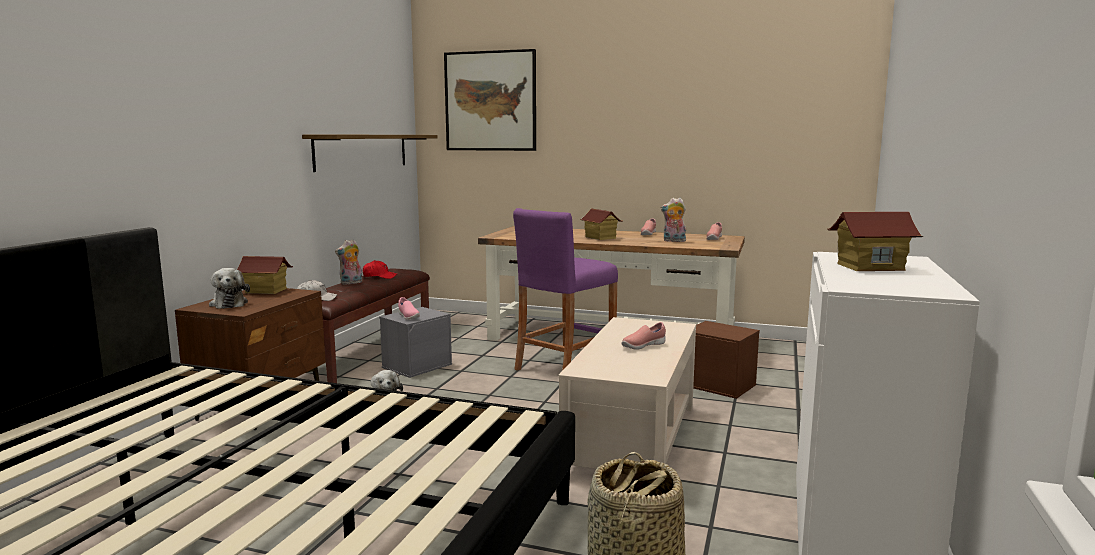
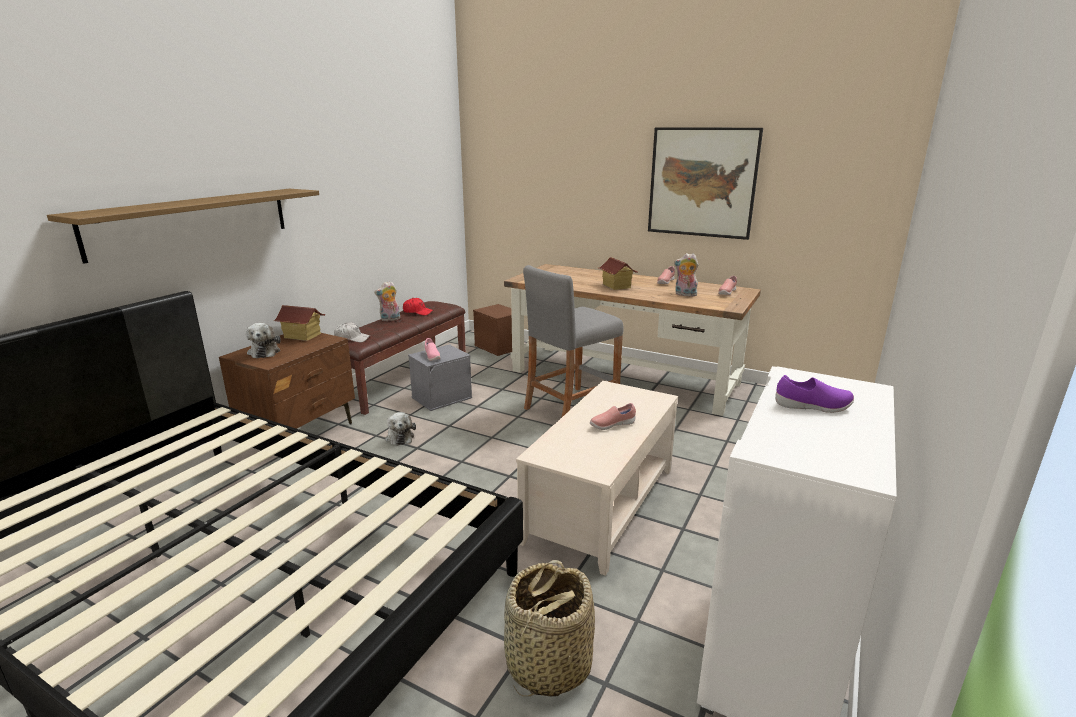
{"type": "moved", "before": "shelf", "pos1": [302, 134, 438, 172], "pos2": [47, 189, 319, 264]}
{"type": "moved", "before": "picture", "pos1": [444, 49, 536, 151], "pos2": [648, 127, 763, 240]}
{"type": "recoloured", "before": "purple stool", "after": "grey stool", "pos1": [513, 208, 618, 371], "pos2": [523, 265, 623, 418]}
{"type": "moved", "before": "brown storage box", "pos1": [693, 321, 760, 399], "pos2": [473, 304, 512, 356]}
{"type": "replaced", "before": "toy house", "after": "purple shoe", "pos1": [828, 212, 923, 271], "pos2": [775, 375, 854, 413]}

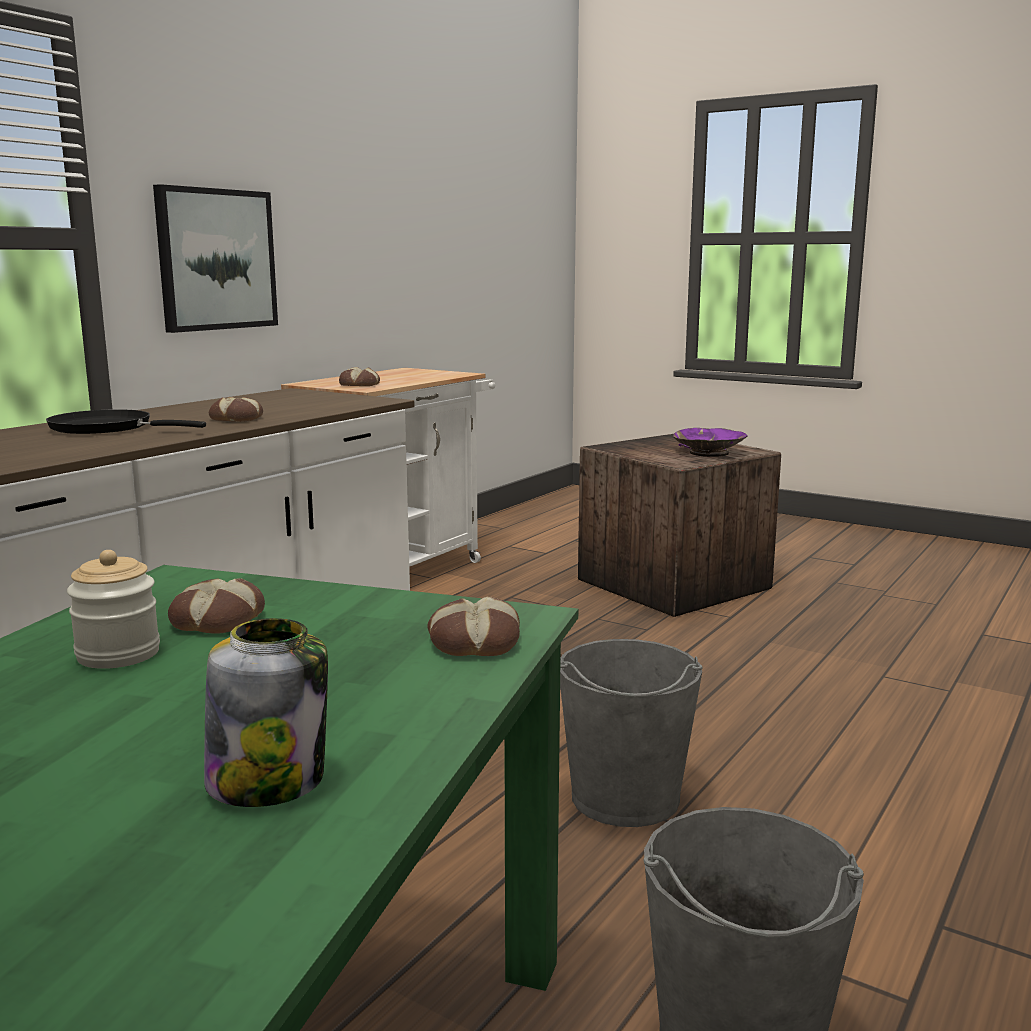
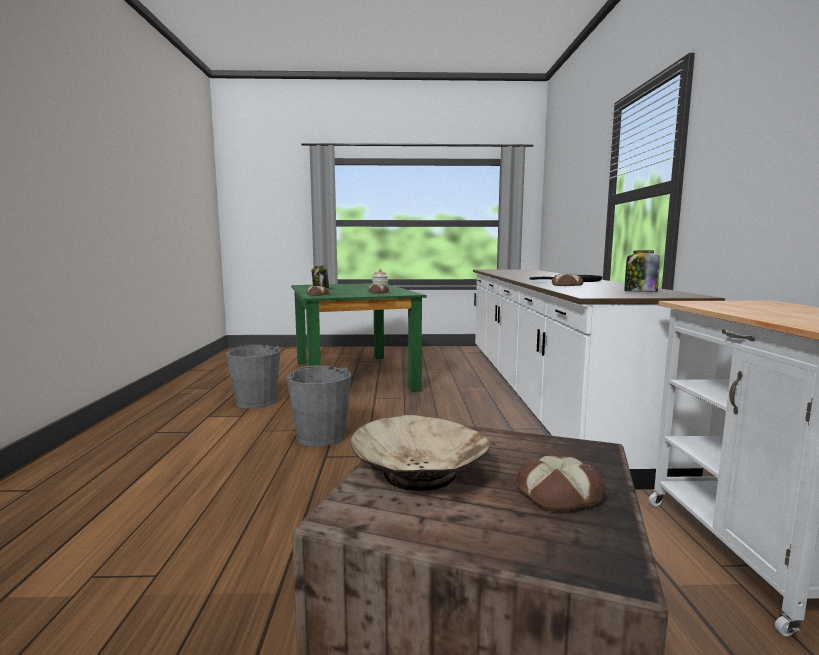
{"type": "removed", "before": "picture", "pos1": [153, 184, 278, 333]}
{"type": "moved", "before": "bread", "pos1": [339, 367, 380, 386], "pos2": [516, 455, 605, 511]}
{"type": "recoloured", "before": "purple bowl", "after": "beige bowl", "pos1": [673, 428, 748, 457], "pos2": [351, 415, 490, 491]}
{"type": "added", "after": "jar", "pos2": [624, 250, 660, 292]}

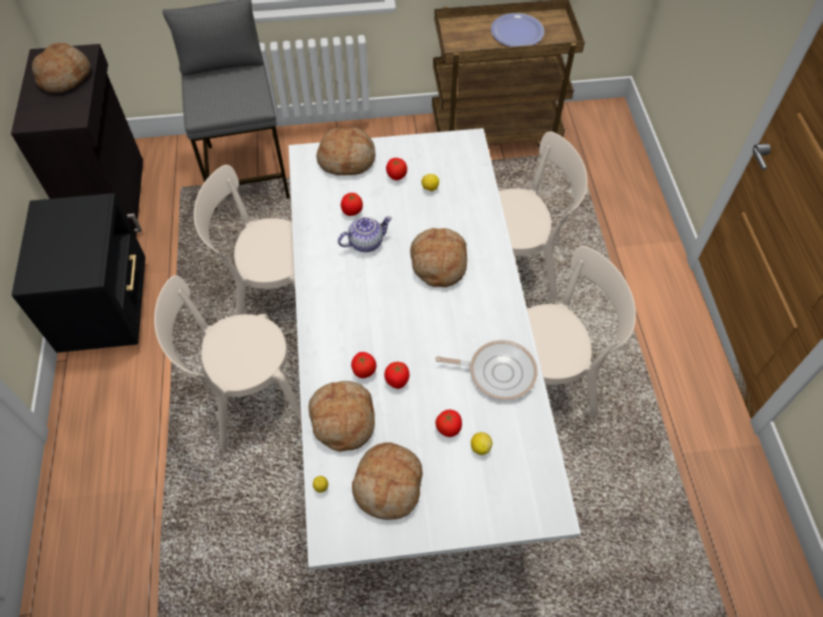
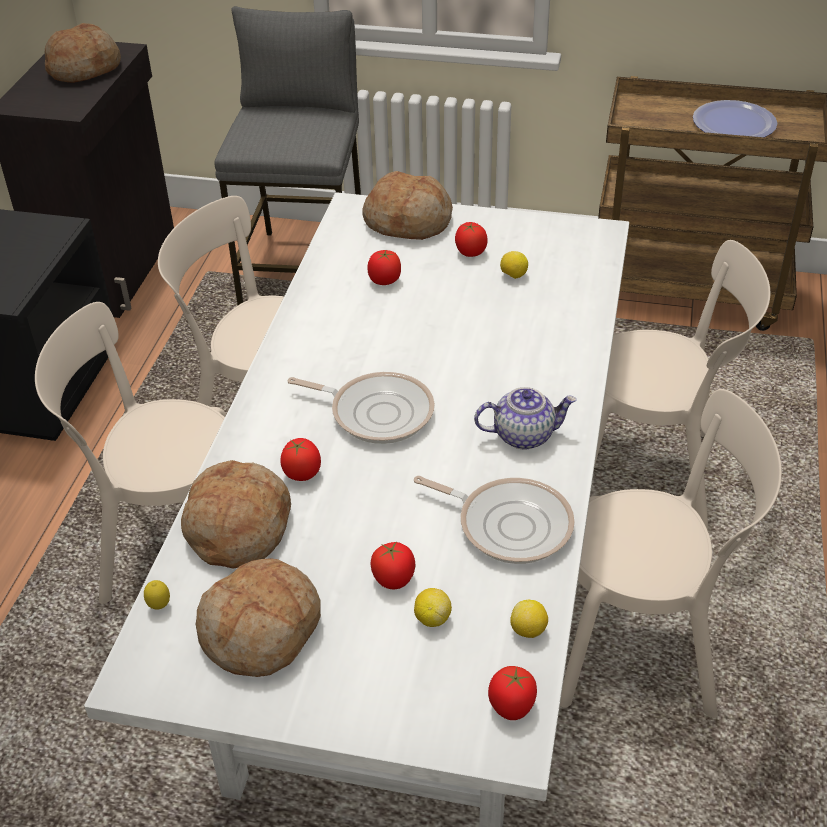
{"type": "moved", "before": "teapot", "pos1": [338, 216, 392, 252], "pos2": [474, 387, 577, 450]}
{"type": "moved", "before": "tomato", "pos1": [384, 362, 410, 389], "pos2": [488, 666, 537, 720]}
{"type": "removed", "before": "bread", "pos1": [410, 228, 467, 287]}
{"type": "added", "after": "frying pan", "pos2": [287, 372, 435, 444]}
{"type": "added", "after": "lemon", "pos2": [510, 600, 548, 638]}

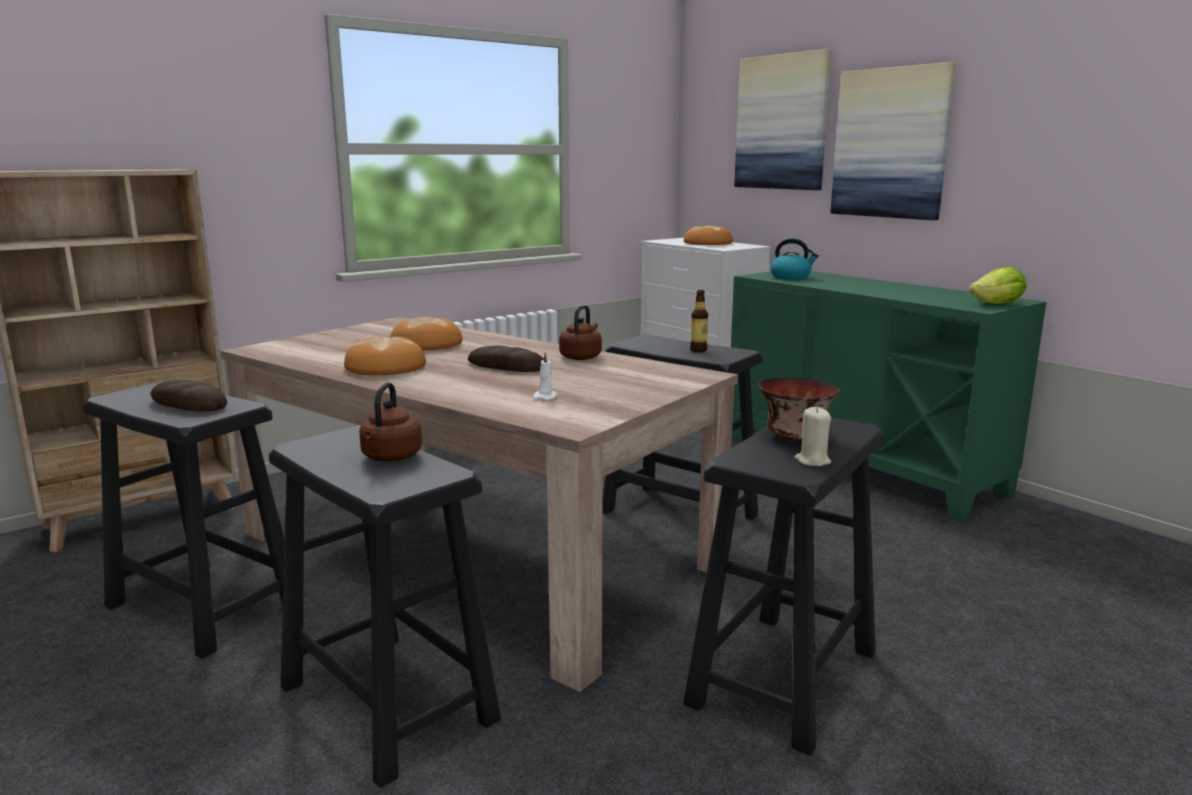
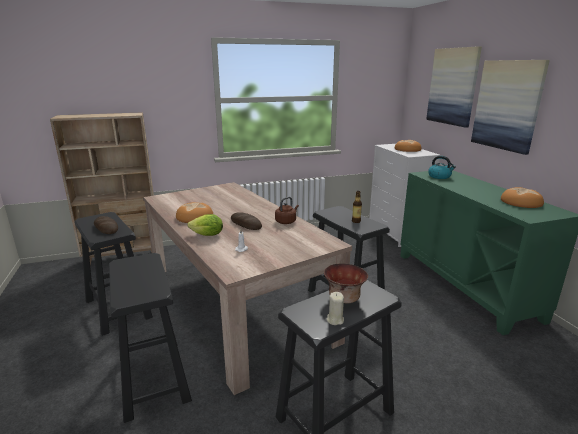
{"type": "removed", "before": "brown kettle", "pos1": [359, 383, 422, 461]}
{"type": "moved", "before": "bread", "pos1": [390, 317, 463, 350], "pos2": [501, 187, 544, 208]}
{"type": "moved", "before": "lettuce", "pos1": [969, 267, 1026, 304], "pos2": [187, 214, 223, 236]}

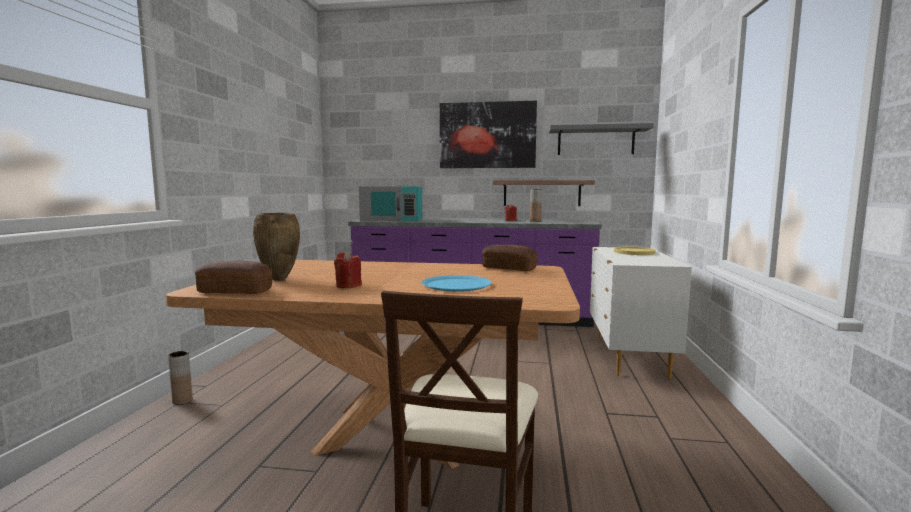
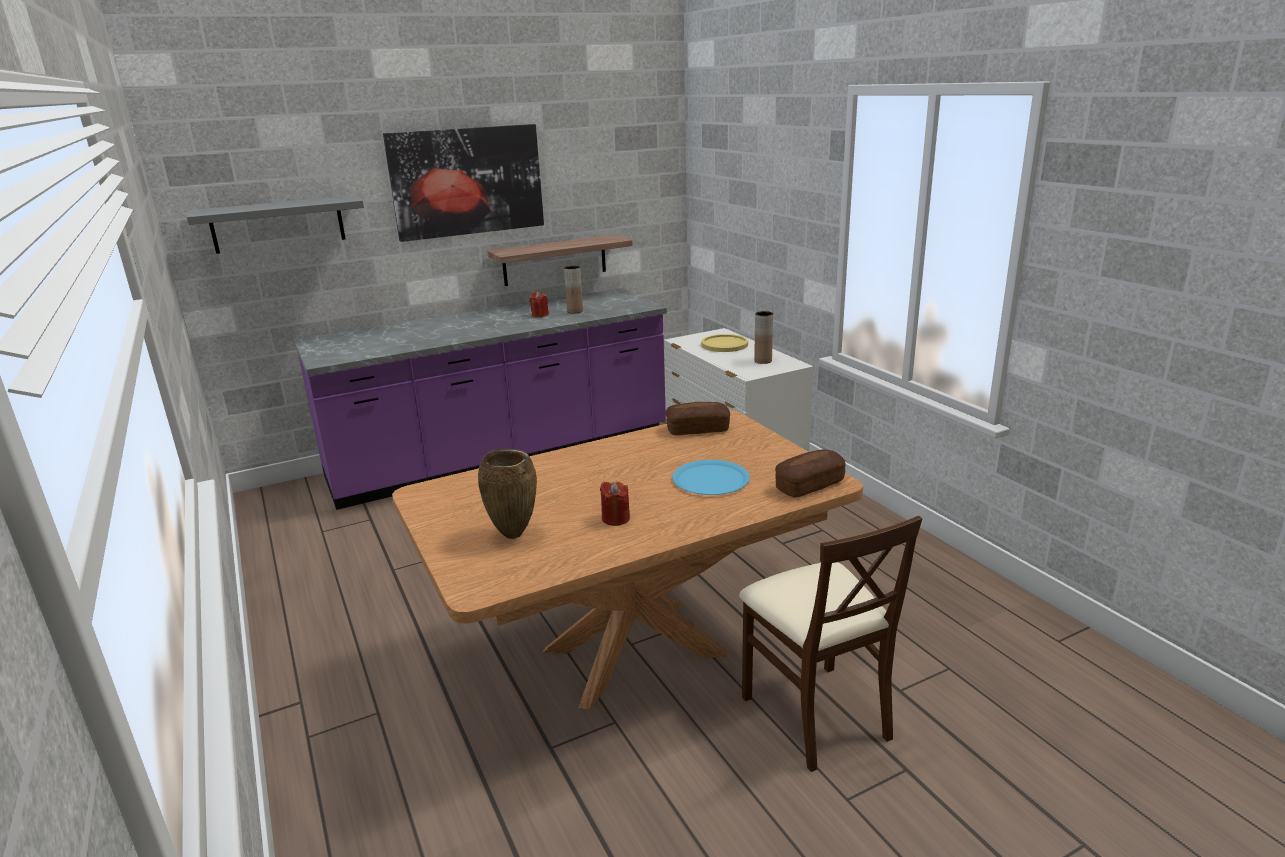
{"type": "moved", "before": "brown vase", "pos1": [168, 351, 193, 405], "pos2": [754, 311, 773, 364]}
{"type": "moved", "before": "bread", "pos1": [195, 260, 273, 294], "pos2": [775, 449, 846, 498]}
{"type": "removed", "before": "turquoise microwave", "pos1": [359, 187, 422, 221]}
{"type": "moved", "before": "grey shelf", "pos1": [549, 123, 654, 155], "pos2": [187, 195, 364, 254]}

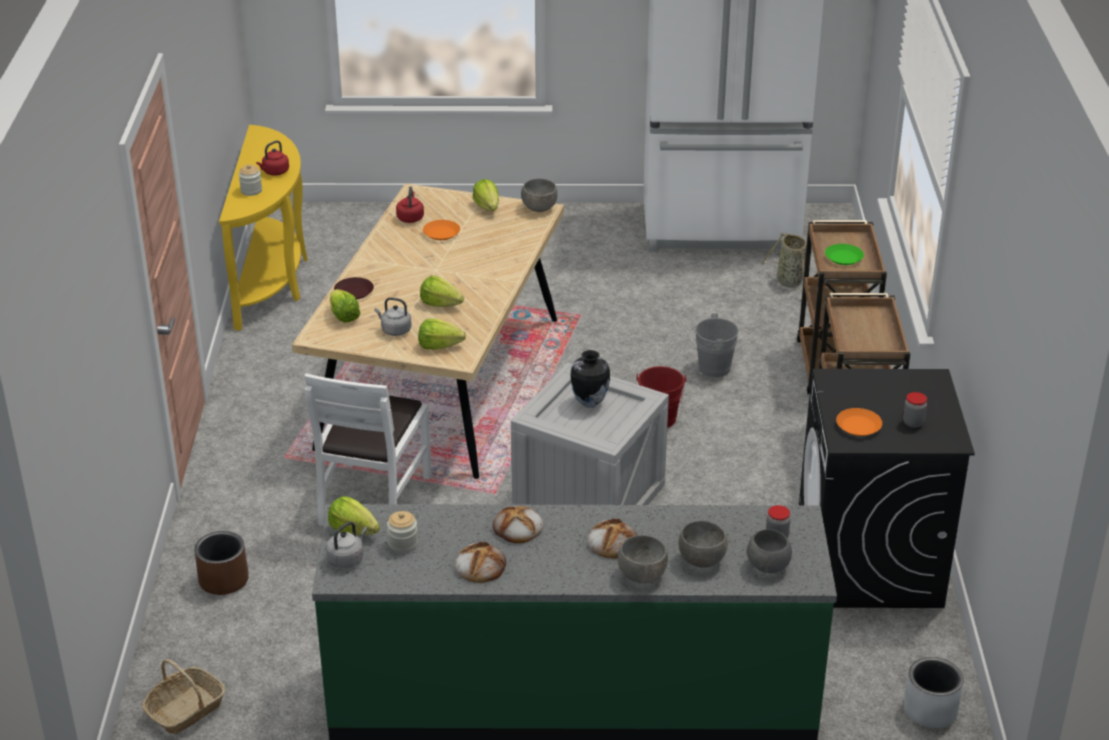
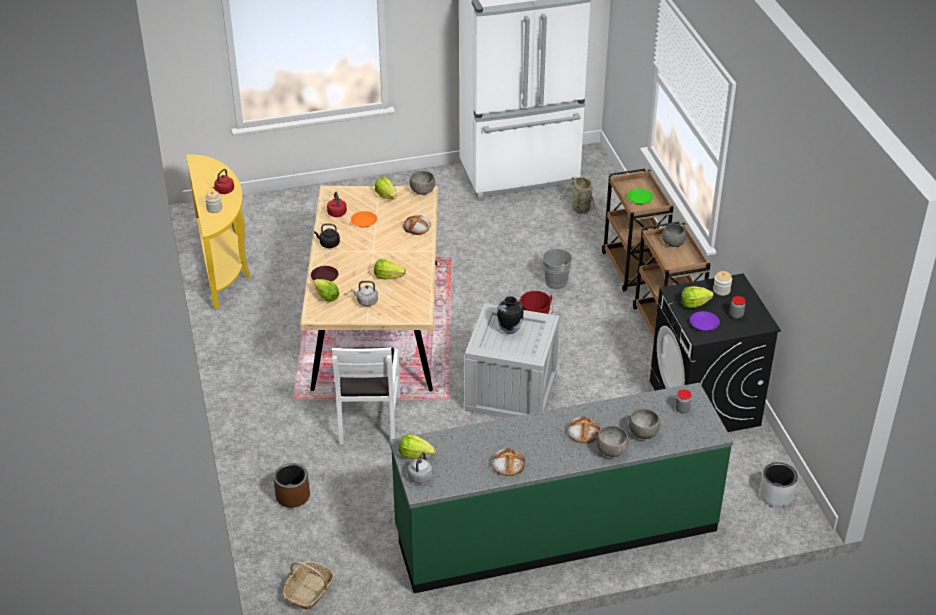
{"type": "moved", "before": "jar", "pos1": [387, 511, 418, 553], "pos2": [713, 271, 732, 296]}
{"type": "moved", "before": "lettuce", "pos1": [418, 319, 466, 350], "pos2": [681, 286, 714, 308]}
{"type": "moved", "before": "bread", "pos1": [492, 506, 543, 543], "pos2": [403, 215, 431, 235]}
{"type": "moved", "before": "grey bowl", "pos1": [746, 529, 792, 573], "pos2": [662, 224, 687, 247]}
{"type": "recoloured", "before": "orange plate", "after": "purple plate", "pos1": [836, 408, 882, 436], "pos2": [690, 311, 720, 331]}
{"type": "added", "after": "black kettle", "pos2": [314, 223, 340, 248]}

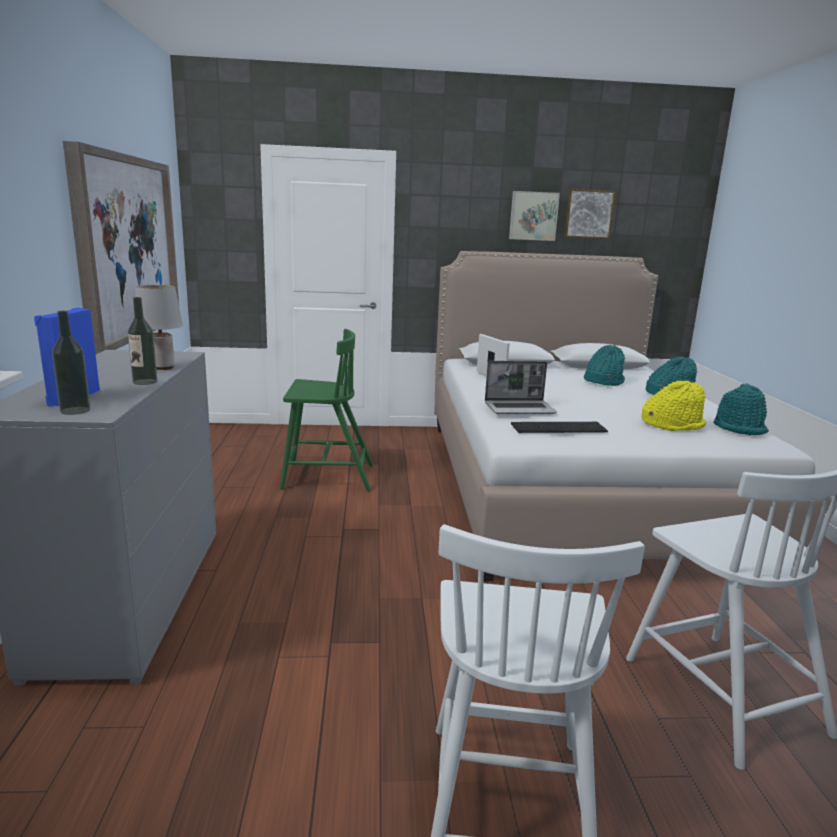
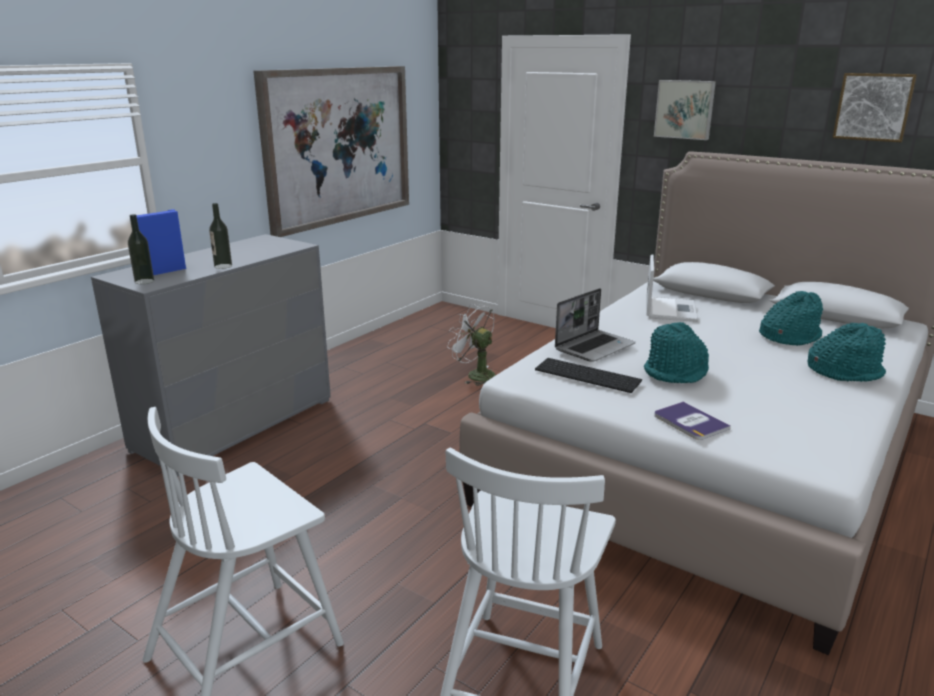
{"type": "removed", "before": "grey table lamp", "pos1": [135, 285, 183, 370]}
{"type": "replaced", "before": "green chair", "after": "white fan", "pos1": [280, 329, 374, 491], "pos2": [447, 304, 495, 386]}
{"type": "turned", "before": "laptop", "pos1": [485, 361, 557, 414], "pos2": [555, 288, 635, 362], "turn": -75}
{"type": "moved", "before": "picture", "pos1": [509, 191, 560, 241], "pos2": [654, 80, 716, 140]}
{"type": "removed", "before": "yellow hat", "pos1": [641, 381, 706, 431]}
{"type": "moved", "before": "turquoise hat", "pos1": [713, 384, 769, 435], "pos2": [644, 322, 709, 383]}
{"type": "added", "after": "book", "pos2": [654, 402, 731, 440]}

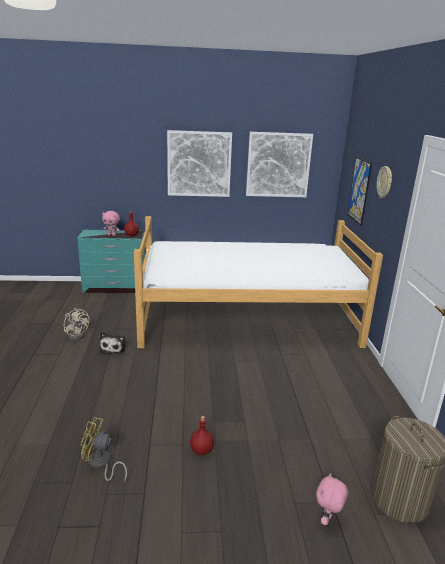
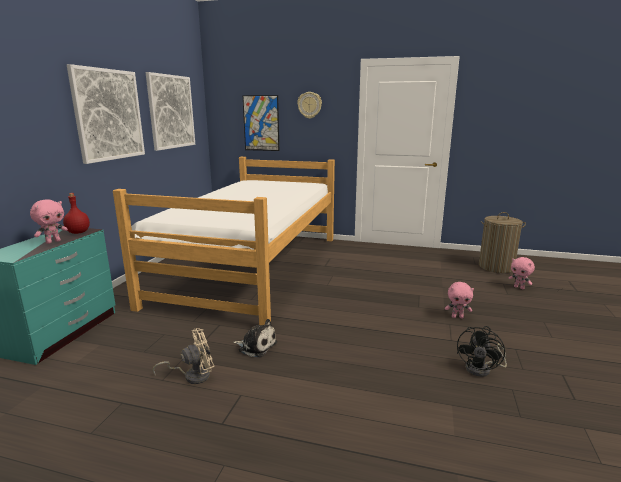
{"type": "recoloured", "before": "yellow fan", "after": "black fan", "pos1": [81, 417, 127, 482], "pos2": [457, 326, 507, 377]}
{"type": "replaced", "before": "red bottle", "after": "pink plush toy", "pos1": [190, 416, 214, 455], "pos2": [445, 282, 474, 318]}

